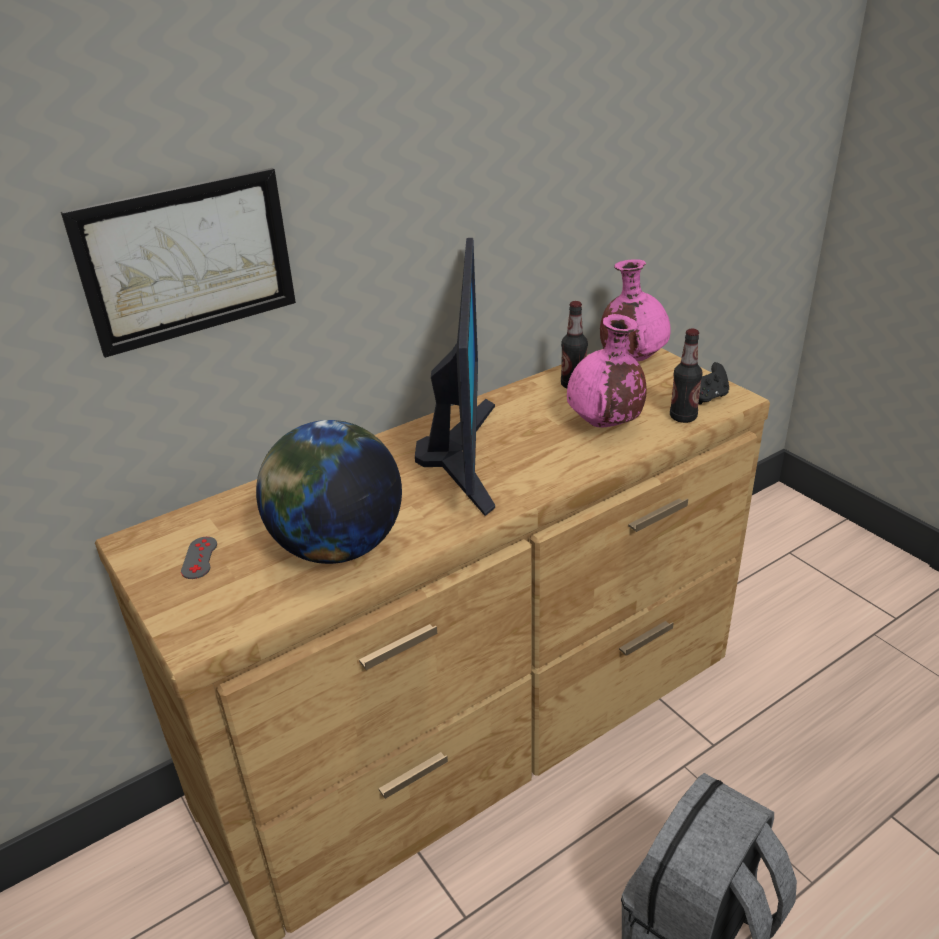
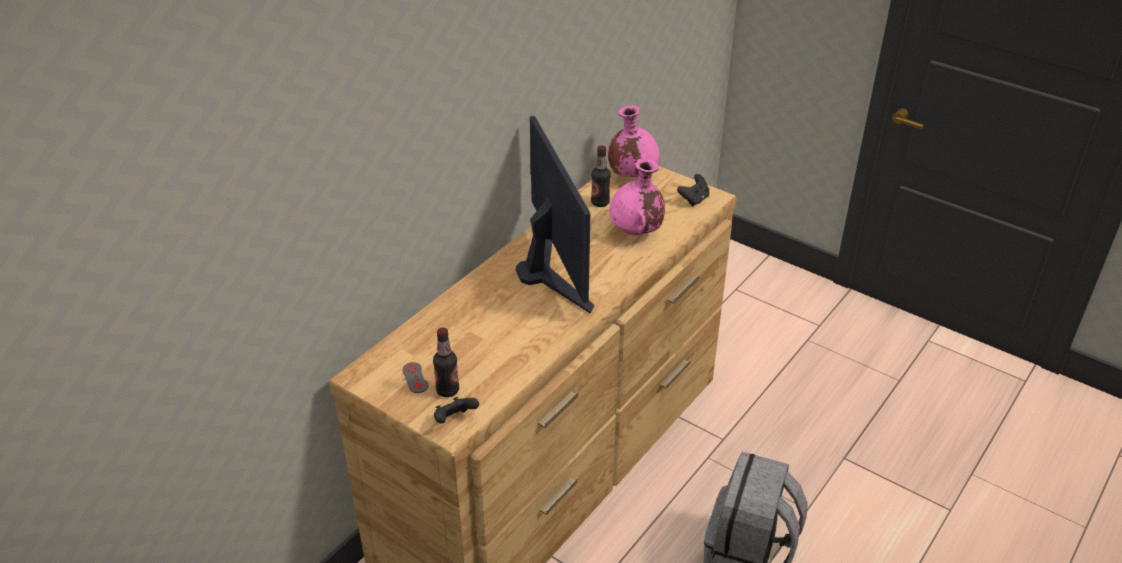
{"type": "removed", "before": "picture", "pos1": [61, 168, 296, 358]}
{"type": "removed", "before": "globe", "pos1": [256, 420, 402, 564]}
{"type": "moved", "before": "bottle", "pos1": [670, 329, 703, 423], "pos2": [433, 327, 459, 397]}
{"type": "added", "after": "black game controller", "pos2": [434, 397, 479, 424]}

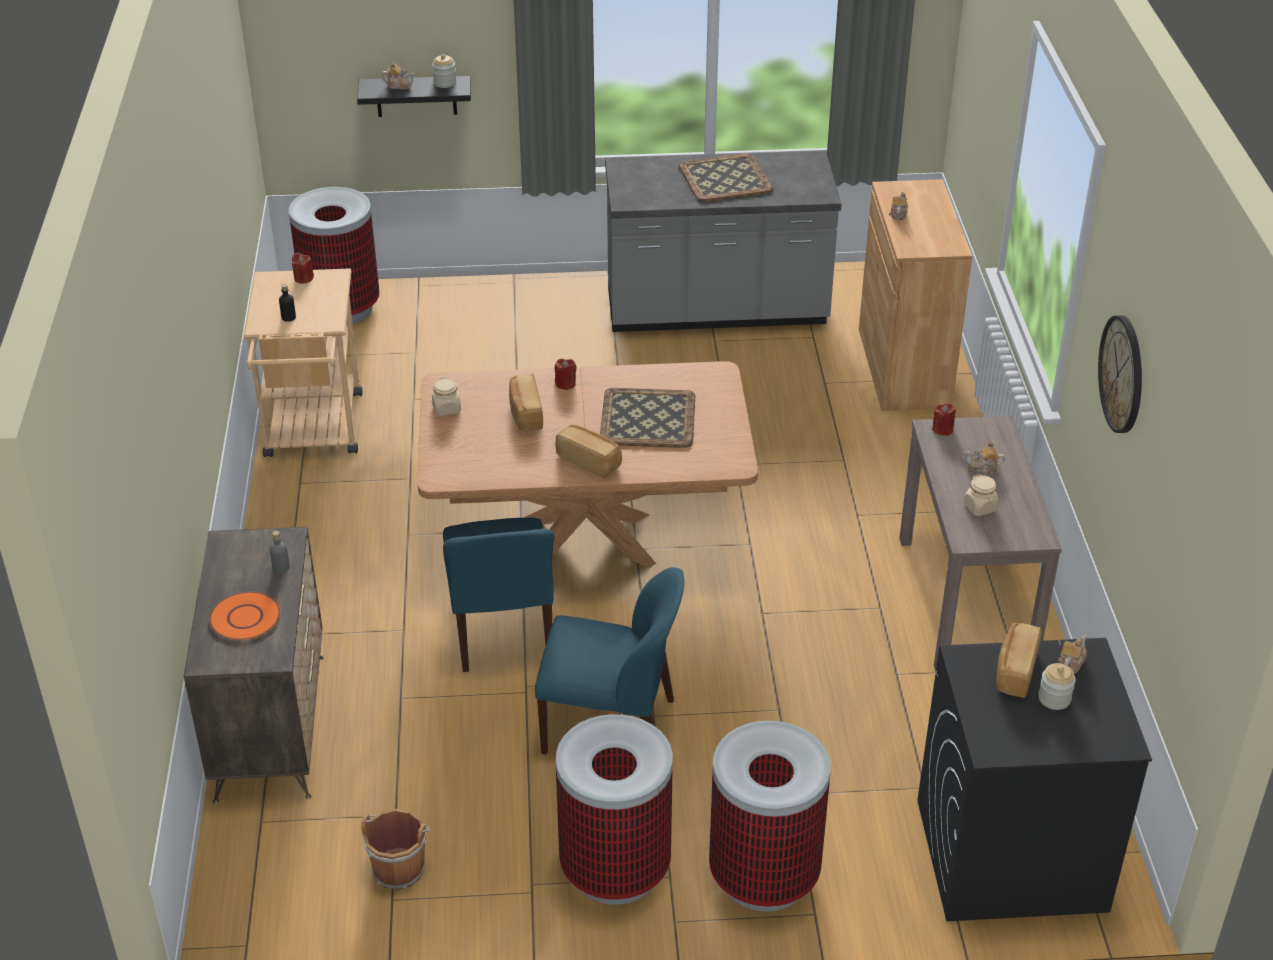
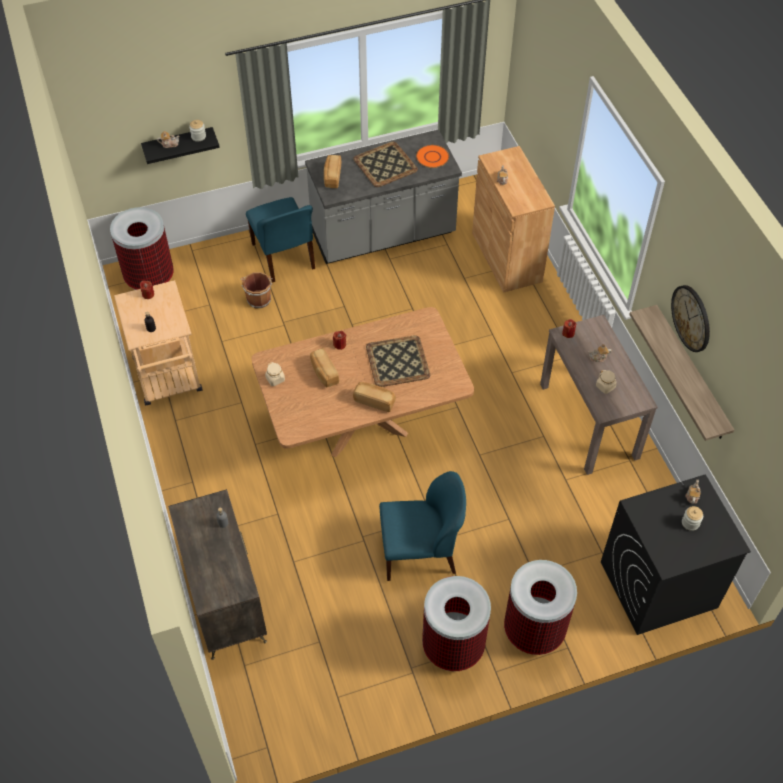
{"type": "moved", "before": "orange plate", "pos1": [209, 592, 281, 640], "pos2": [416, 145, 449, 168]}
{"type": "moved", "before": "brown bucket", "pos1": [361, 809, 431, 890], "pos2": [241, 272, 272, 308]}
{"type": "moved", "before": "blue chair", "pos1": [443, 518, 555, 672], "pos2": [246, 197, 315, 283]}
{"type": "moved", "before": "bread", "pos1": [996, 623, 1042, 698], "pos2": [324, 155, 341, 188]}
{"type": "added", "after": "shelf", "pos2": [629, 305, 734, 441]}

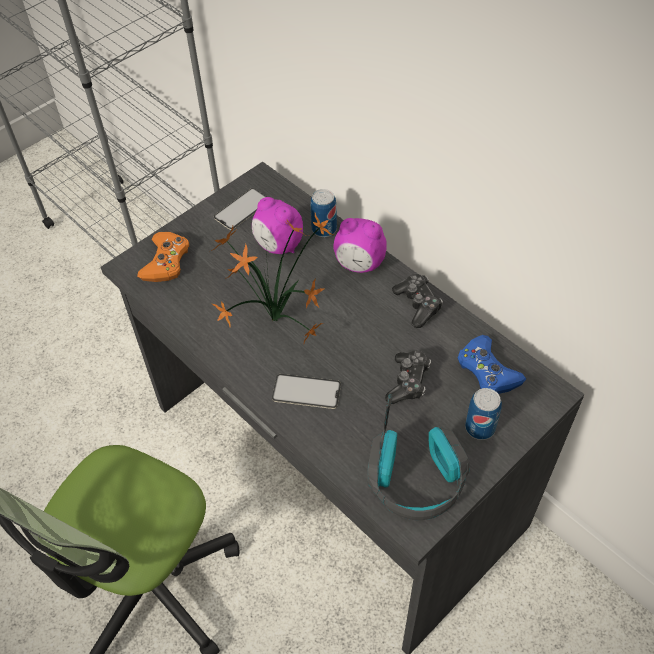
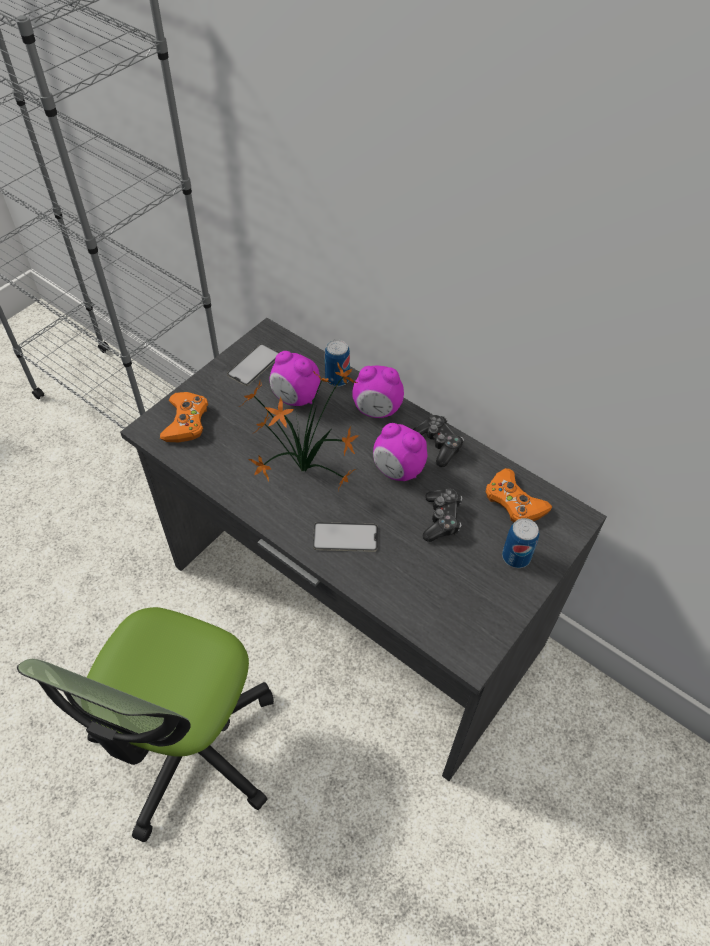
{"type": "removed", "before": "headphones", "pos1": [367, 394, 469, 520]}
{"type": "recoloured", "before": "blue game controller", "after": "orange game controller", "pos1": [458, 335, 526, 394], "pos2": [486, 468, 552, 522]}
{"type": "added", "after": "alarm clock", "pos2": [373, 423, 427, 481]}

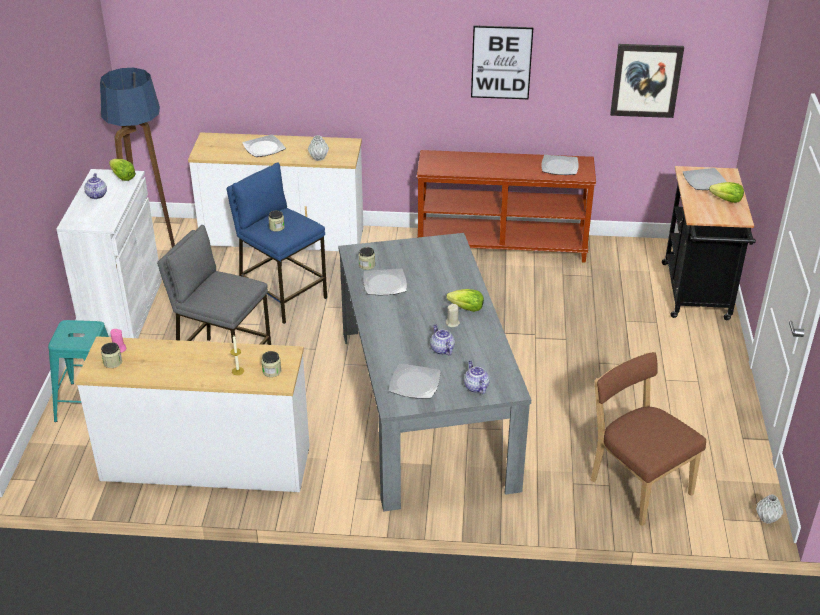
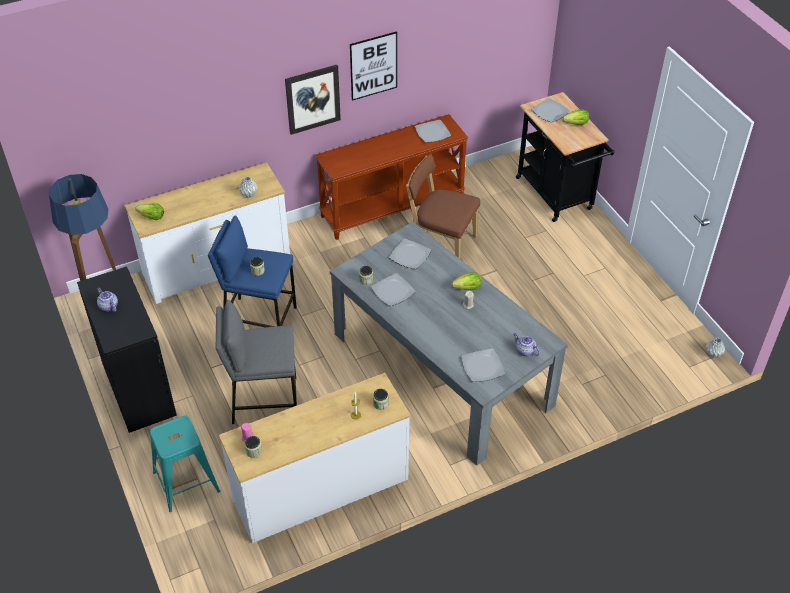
{"type": "recoloured", "before": "white cabinet", "after": "black cabinet", "pos1": [56, 169, 162, 338], "pos2": [77, 266, 177, 433]}
{"type": "moved", "before": "lettuce", "pos1": [109, 159, 136, 181], "pos2": [135, 203, 164, 220]}
{"type": "moved", "before": "plate", "pos1": [242, 134, 286, 157], "pos2": [389, 239, 431, 269]}
{"type": "removed", "before": "teapot", "pos1": [430, 324, 455, 355]}
{"type": "moved", "before": "brown chair", "pos1": [591, 352, 706, 526], "pos2": [406, 154, 480, 259]}
{"type": "moved", "before": "picture", "pos1": [610, 44, 684, 118], "pos2": [285, 65, 341, 135]}

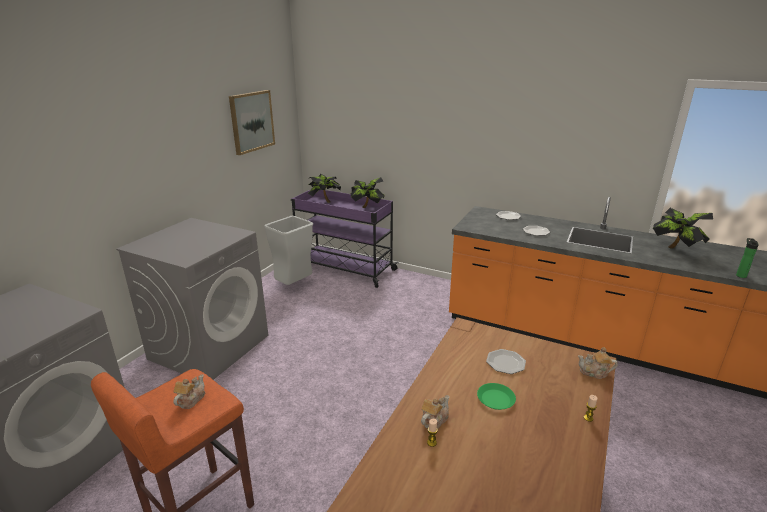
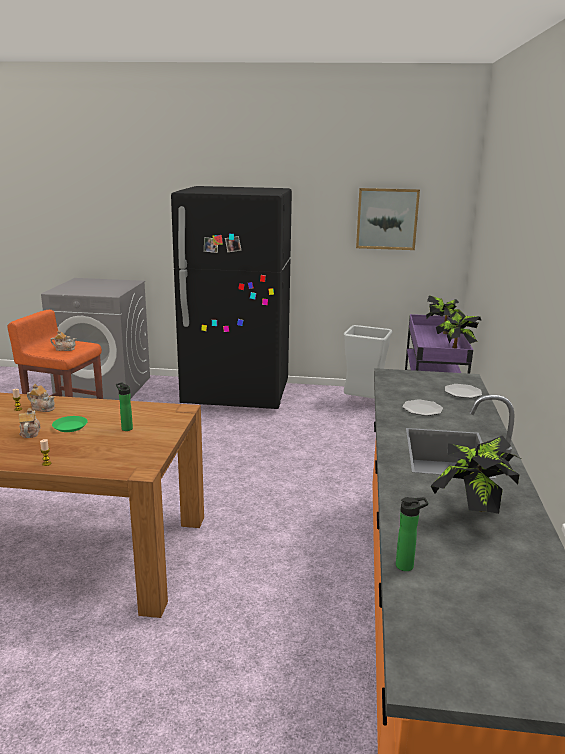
{"type": "replaced", "before": "grey washing machine", "after": "black fridge", "pos1": [116, 218, 268, 380], "pos2": [171, 186, 292, 409]}
{"type": "replaced", "before": "plate", "after": "bottle", "pos1": [486, 349, 526, 374], "pos2": [116, 383, 133, 431]}
{"type": "moved", "before": "teapot", "pos1": [578, 347, 618, 379], "pos2": [19, 408, 41, 438]}

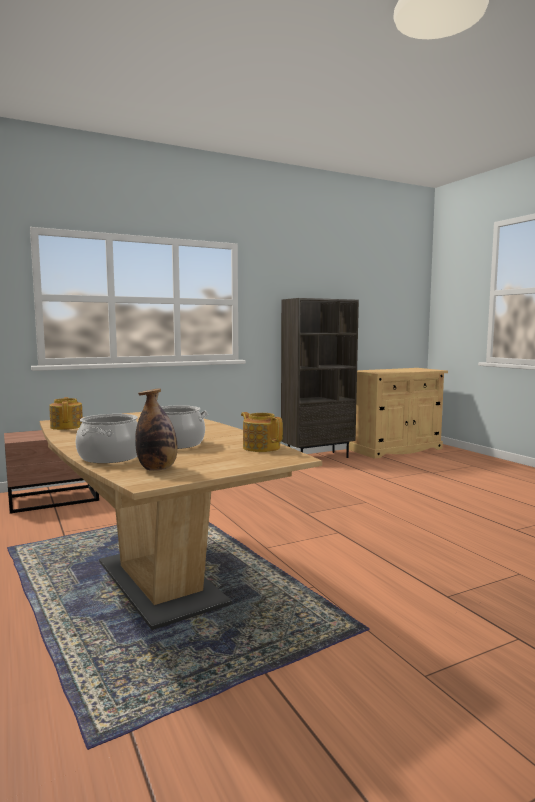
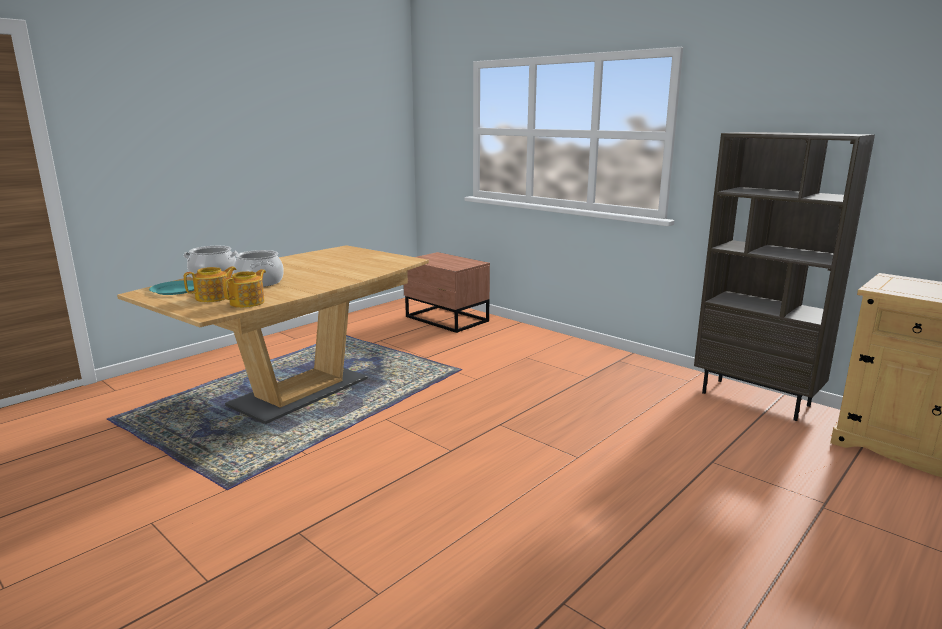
{"type": "moved", "before": "teapot", "pos1": [49, 397, 83, 430], "pos2": [184, 266, 237, 302]}
{"type": "replaced", "before": "bottle", "after": "turquoise plate", "pos1": [135, 388, 177, 471], "pos2": [149, 280, 194, 295]}

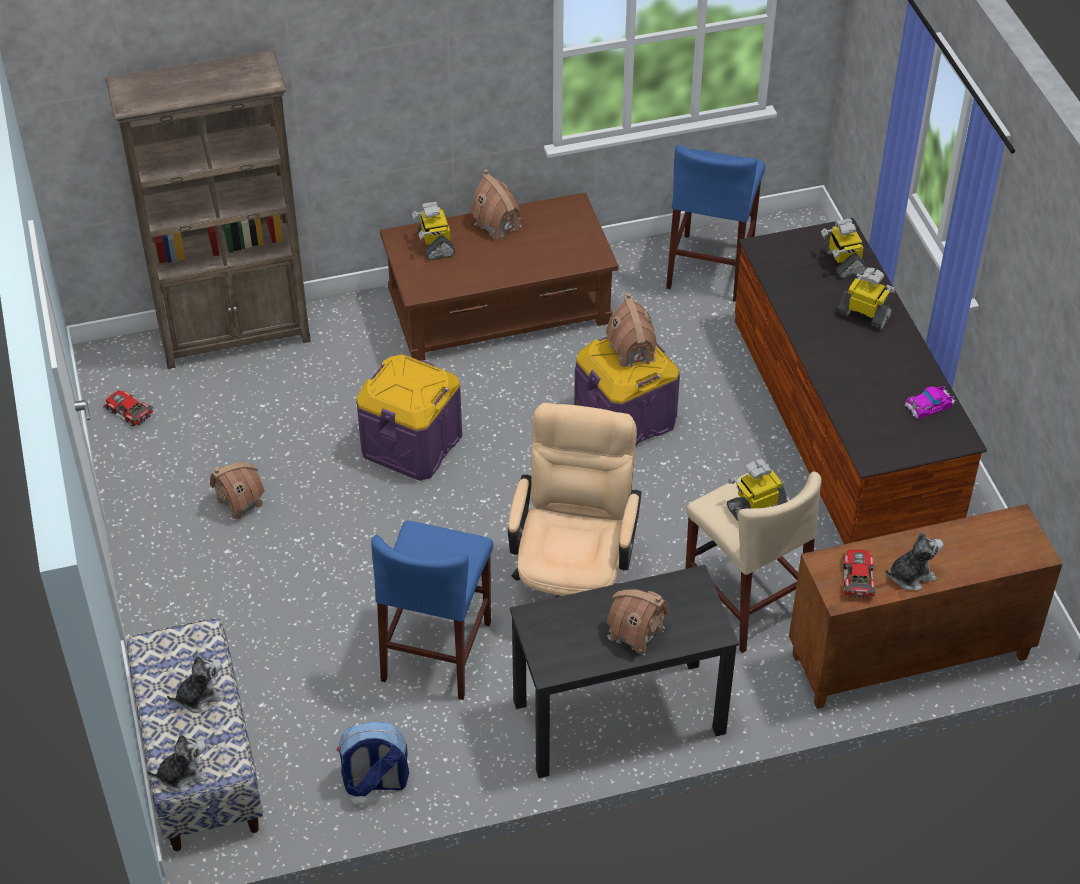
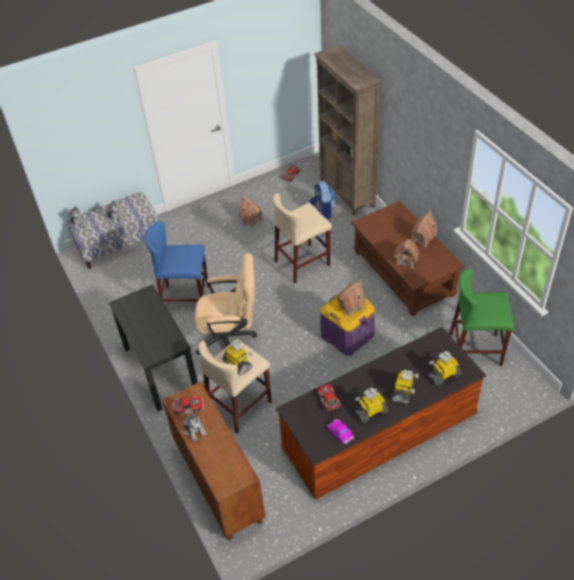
{"type": "moved", "before": "backpack", "pos1": [337, 722, 409, 797], "pos2": [310, 181, 335, 218]}
{"type": "replaced", "before": "purple storage box", "after": "beige stool", "pos1": [356, 354, 462, 481], "pos2": [273, 193, 332, 283]}
{"type": "moved", "before": "toy robot", "pos1": [412, 202, 455, 260], "pos2": [355, 388, 388, 424]}
{"type": "moved", "before": "toy house", "pos1": [607, 589, 670, 656], "pos2": [393, 239, 419, 269]}
{"type": "recoloured", "before": "blue stool", "after": "green stool", "pos1": [666, 145, 765, 302], "pos2": [449, 268, 514, 366]}
{"type": "added", "after": "toy car", "pos2": [317, 384, 341, 411]}

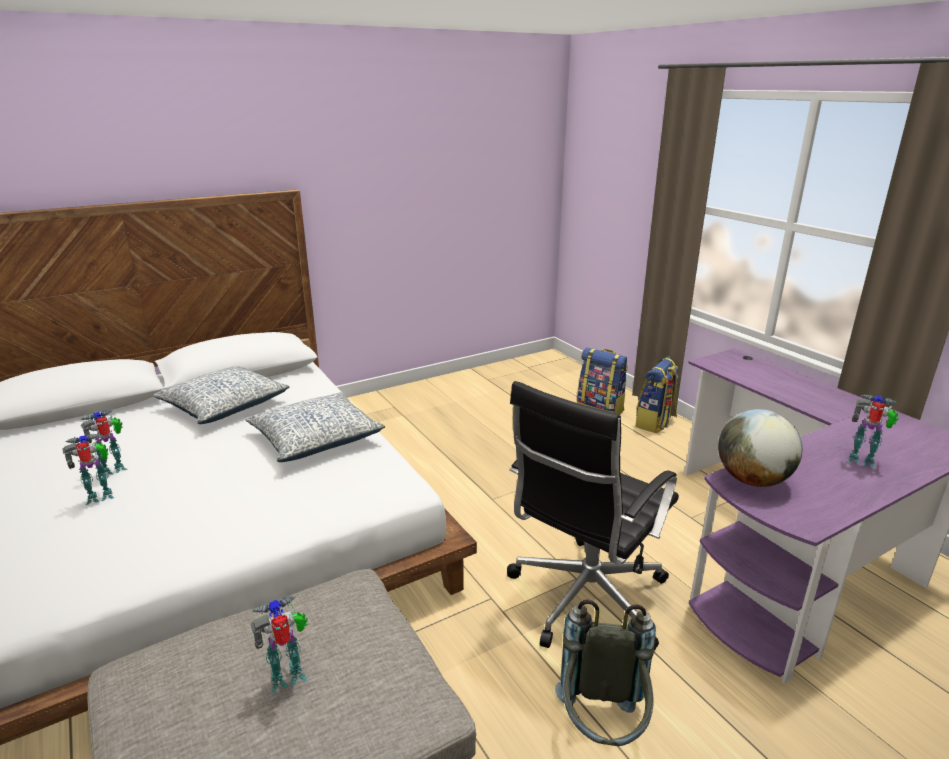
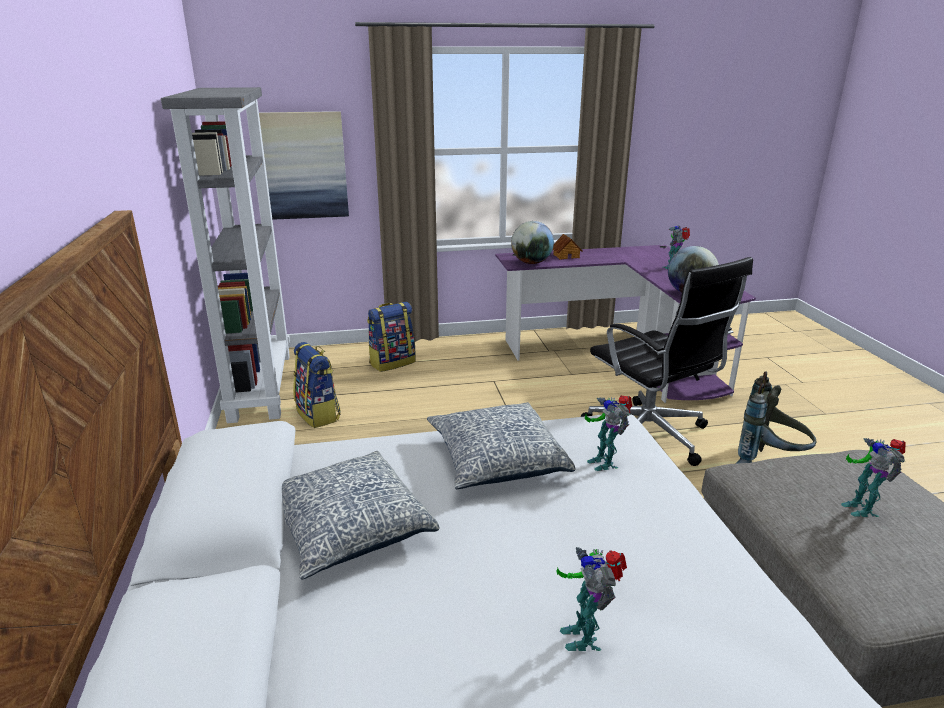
{"type": "moved", "before": "toy robot", "pos1": [81, 410, 127, 478], "pos2": [585, 395, 632, 471]}
{"type": "moved", "before": "backpack", "pos1": [635, 356, 678, 433], "pos2": [293, 342, 341, 428]}
{"type": "added", "after": "grey bookcase", "pos2": [161, 87, 290, 423]}
{"type": "added", "after": "picture", "pos2": [259, 111, 349, 220]}
{"type": "added", "after": "globe", "pos2": [511, 221, 554, 264]}
{"type": "added", "after": "toy house", "pos2": [553, 234, 583, 260]}

